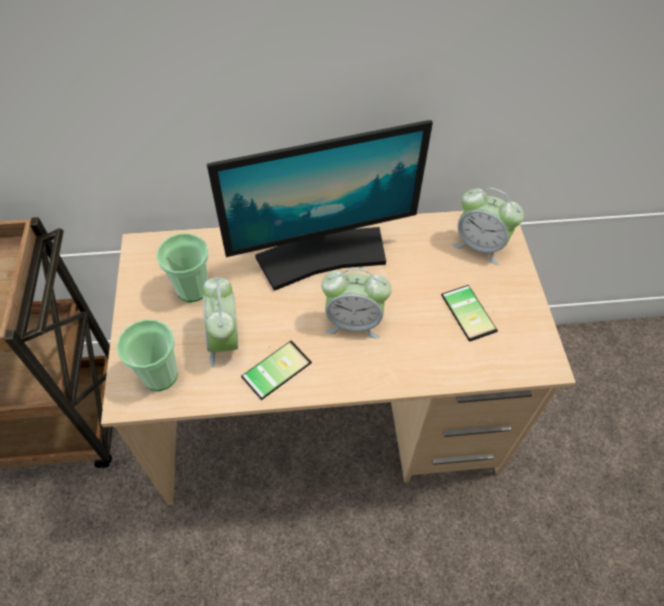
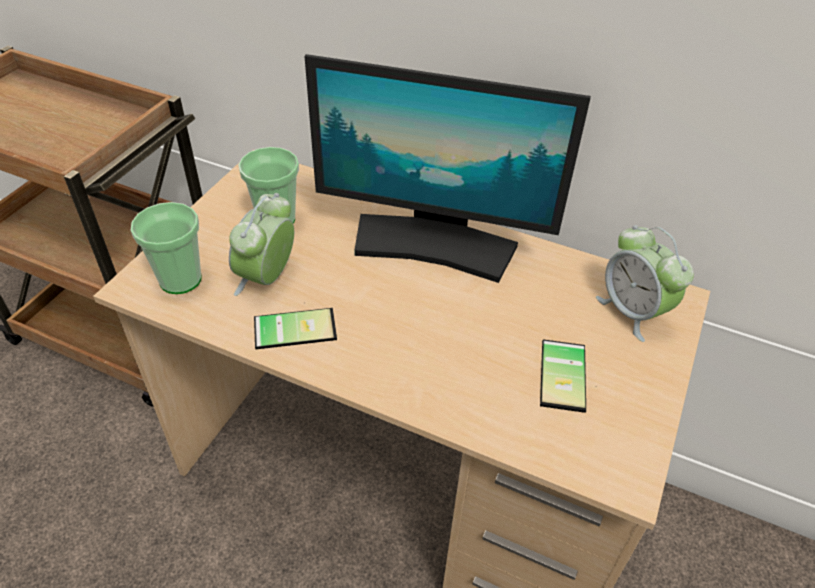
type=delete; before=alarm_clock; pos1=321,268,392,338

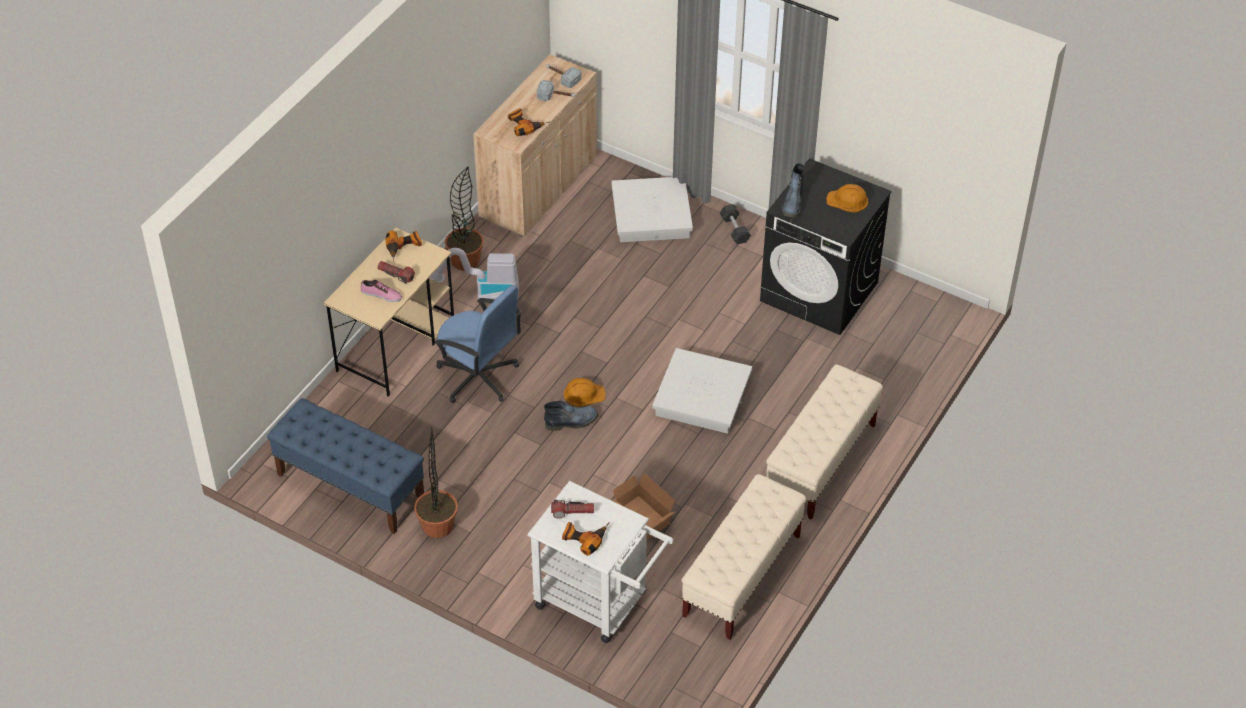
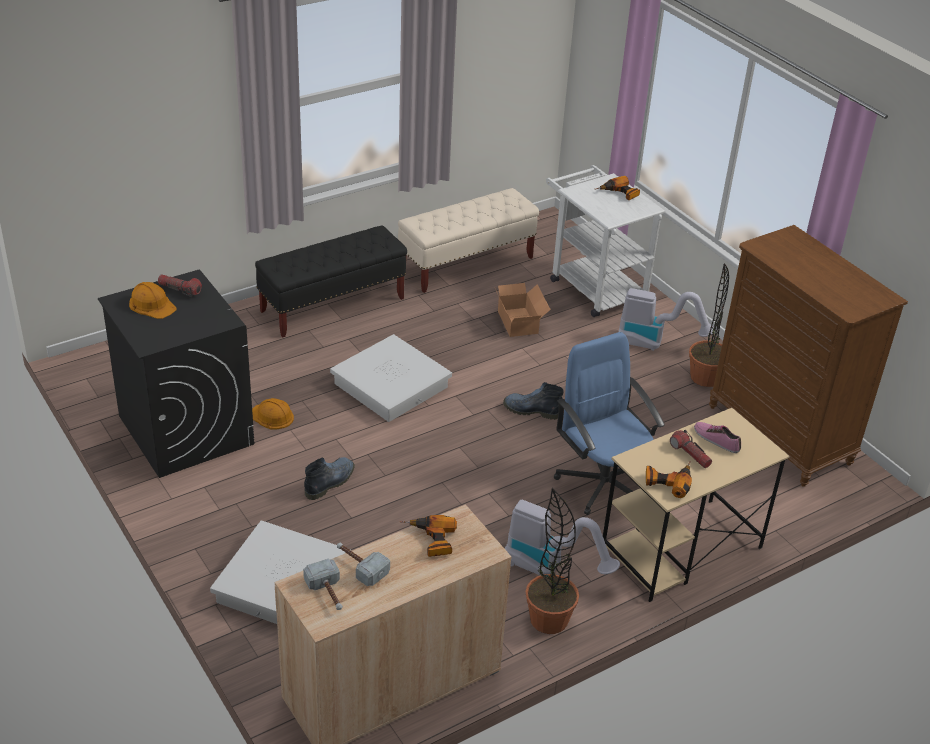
type=delete; before=blackish_hand_weight; pos1=720,204,751,244
type=insert; after=vacuum; pos2=618,288,717,351
type=move; before=hand_torch; pos1=551,499,594,519; pos2=158,274,202,297
type=move; before=orange_work_helmet; pos1=564,378,606,407; pos2=252,398,294,430
type=move; before=boot; pos1=782,163,804,218; pos2=304,457,355,500
type=replace; before=blue_bench; after=brown_drawer_chest; pos1=267,398,424,534; pos2=709,225,908,487
type=recolor; before=sand-coloured_bench; after=blackish_bench; pos1=766,365,883,520; pos2=255,225,407,338

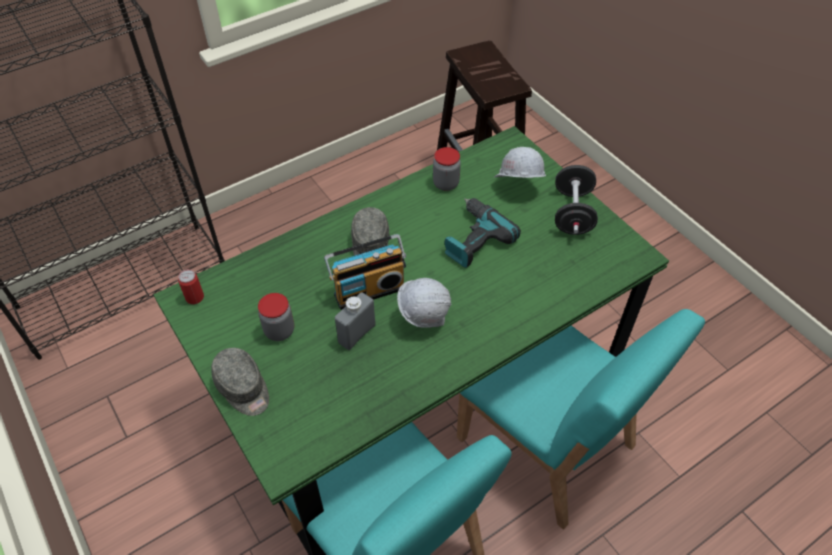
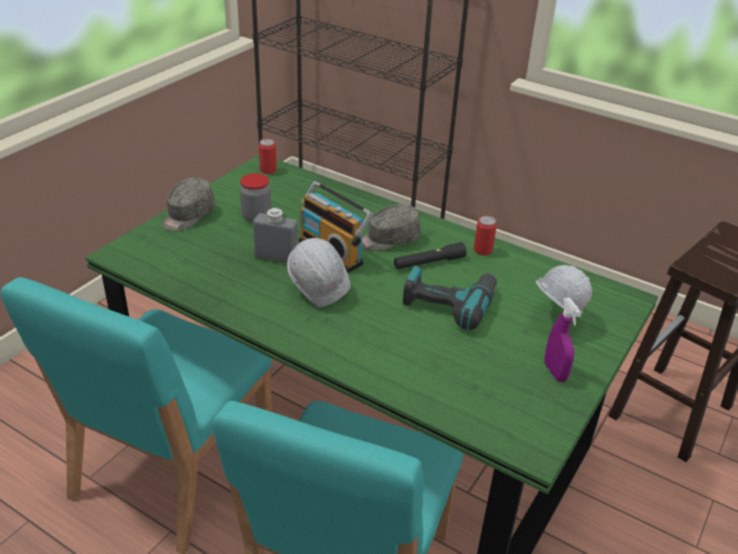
type=delete; before=jar; pos1=433,147,461,191
type=insert; after=blackish_hand_torch; pos2=394,242,467,269
type=insert; after=metal_can; pos2=474,216,497,255
type=replace; before=blackish_hand_weight; after=purplish_sprayer; pos1=555,165,598,235; pos2=544,298,581,382

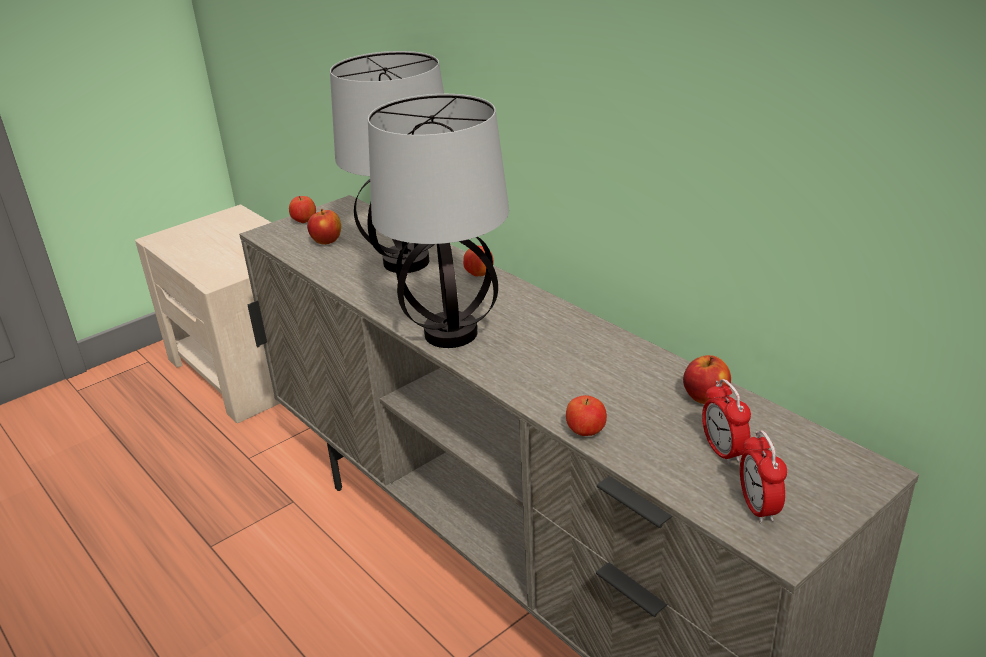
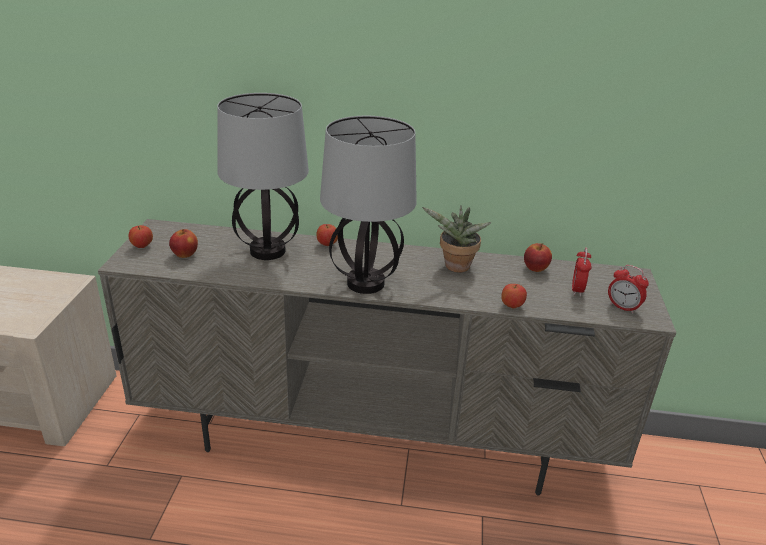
type=insert; after=potted_plant; pos2=422,205,492,272
type=rotate; before=alarm_clock; pos1=702,379,751,465; pos2=572,247,592,296; turn=75

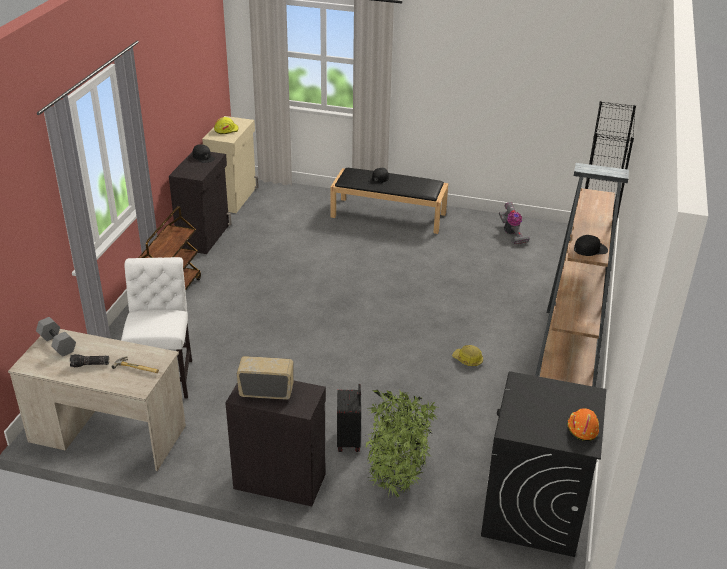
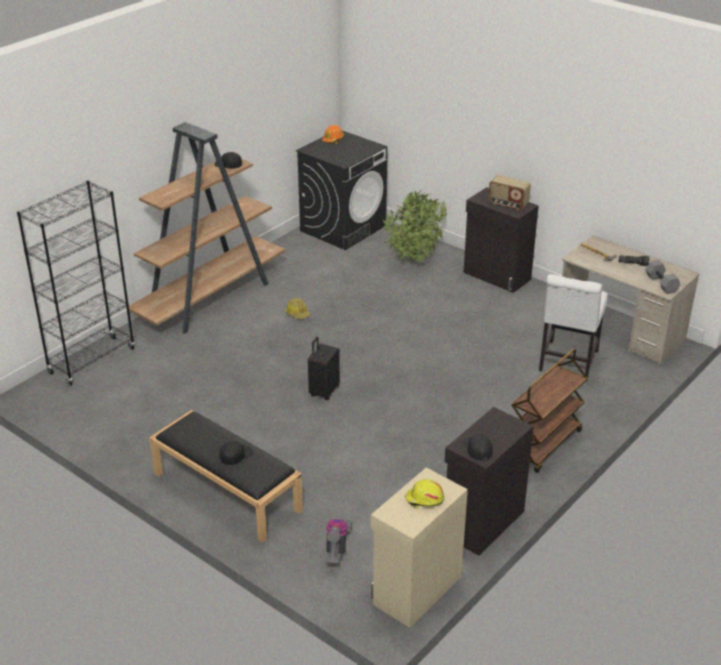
type=move; before=blackish_suitcase; pos1=337,384,361,452; pos2=308,337,340,400
type=move; before=vacuum; pos1=499,202,530,244; pos2=325,519,353,564

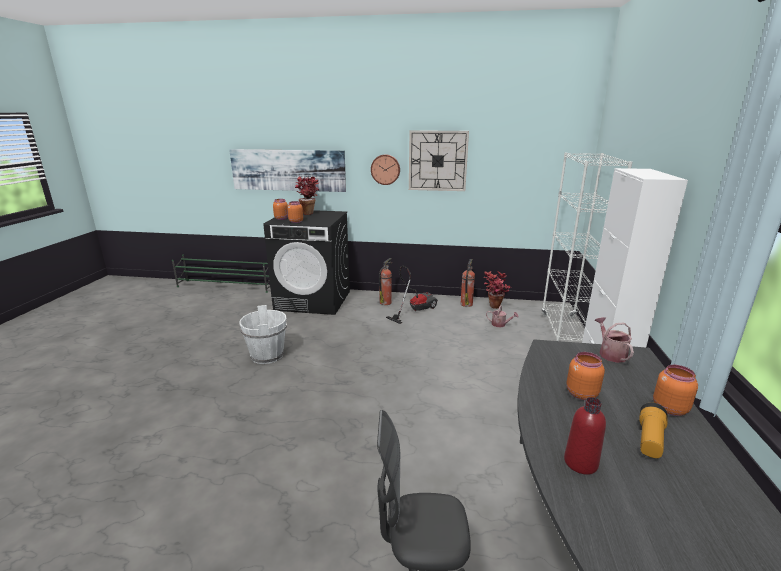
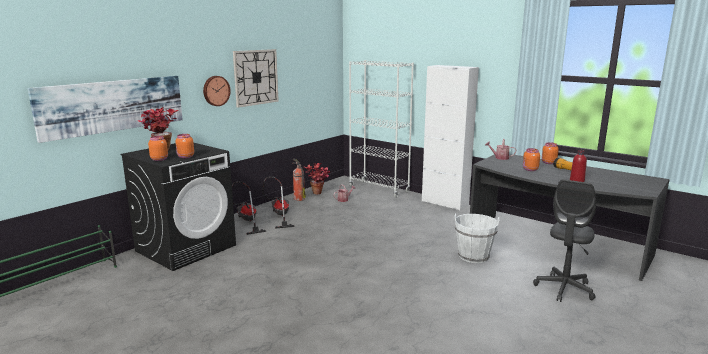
type=move; before=whitish_pail; pos1=240,305,287,364; pos2=455,214,499,263
type=replace; before=fire-fighting_cylinder; after=vacuum; pos1=379,258,393,305; pos2=232,181,267,235

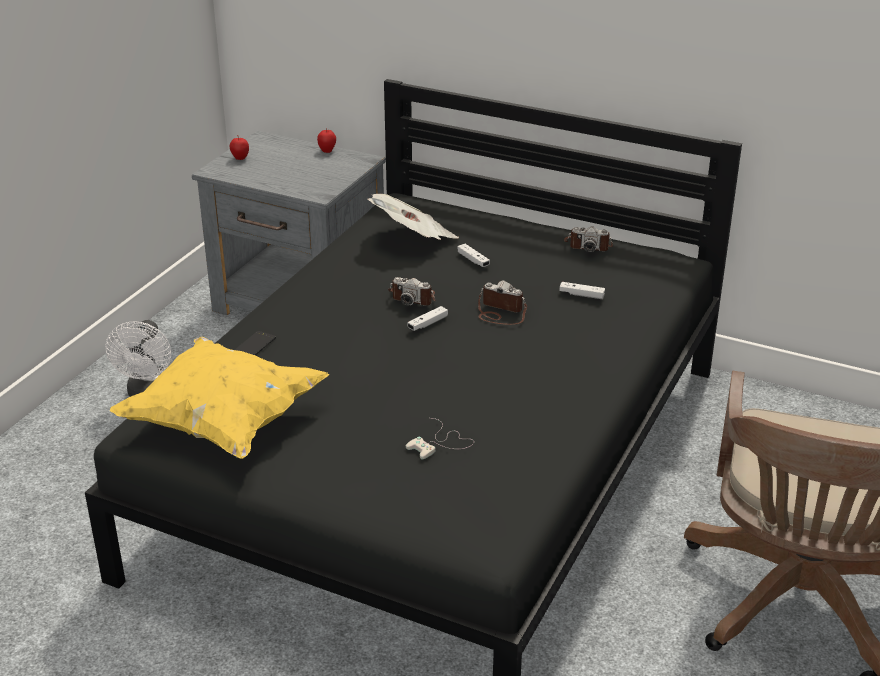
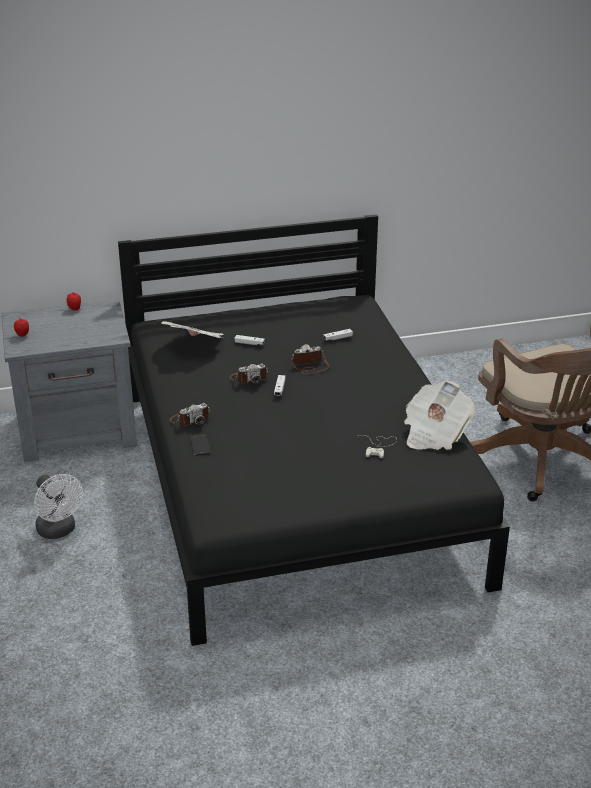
type=delete; before=yellowish_cushion; pos1=110,337,329,459
type=insert; after=printed_paper; pos2=404,381,475,450
type=move; before=still_camera; pos1=564,226,613,252; pos2=170,403,211,426

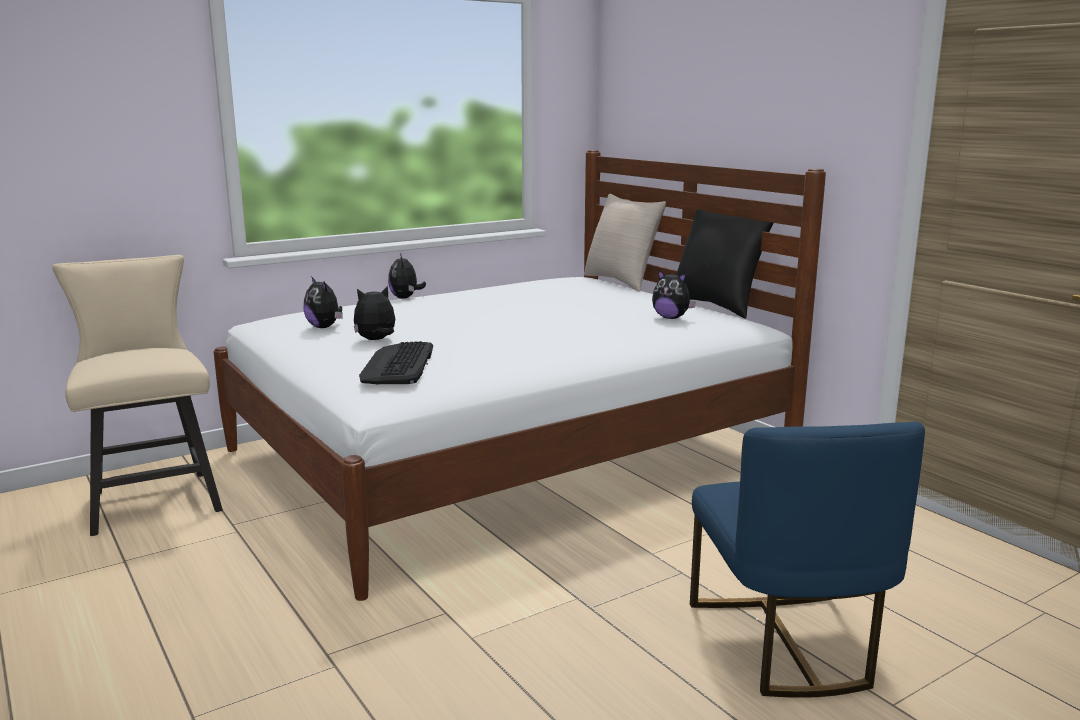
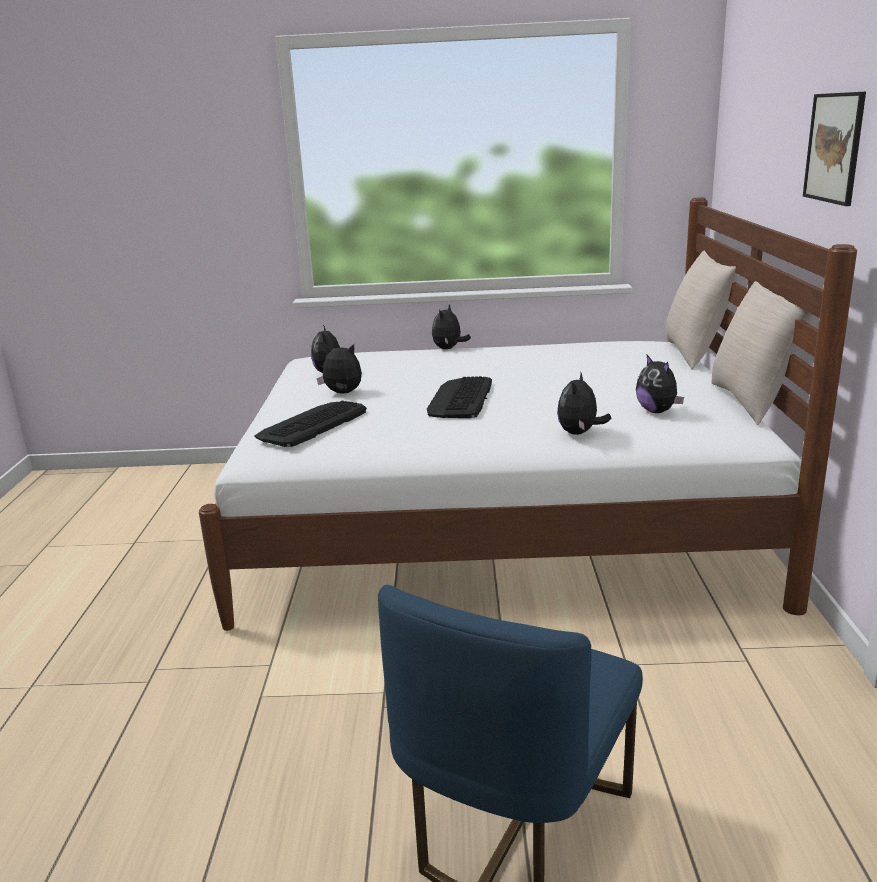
type=delete; before=sand-coloured_upright_chair; pos1=52,255,223,536
type=insert; after=PC_keyboard; pos2=427,376,492,418
type=insert; after=cuddly_toy; pos2=557,372,611,435
type=insert; after=picture; pos2=803,92,866,206
type=recolor; before=blackish_cushion; after=sand-coloured_cushion; pos1=676,210,774,319; pos2=711,281,813,425

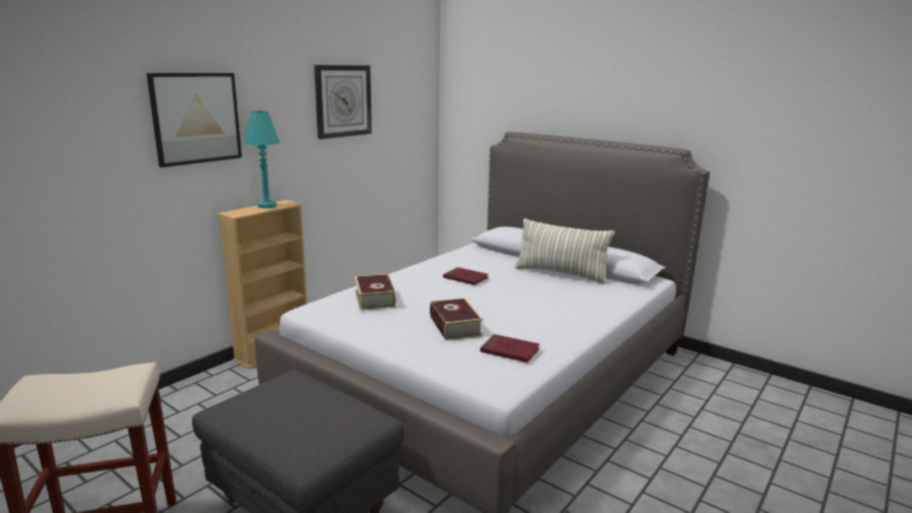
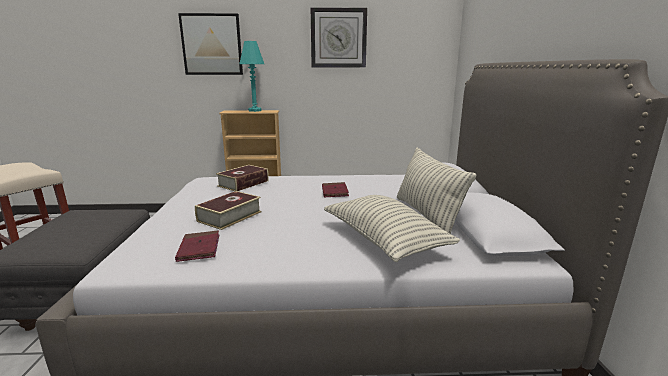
type=insert; after=cushion; pos2=324,195,460,262

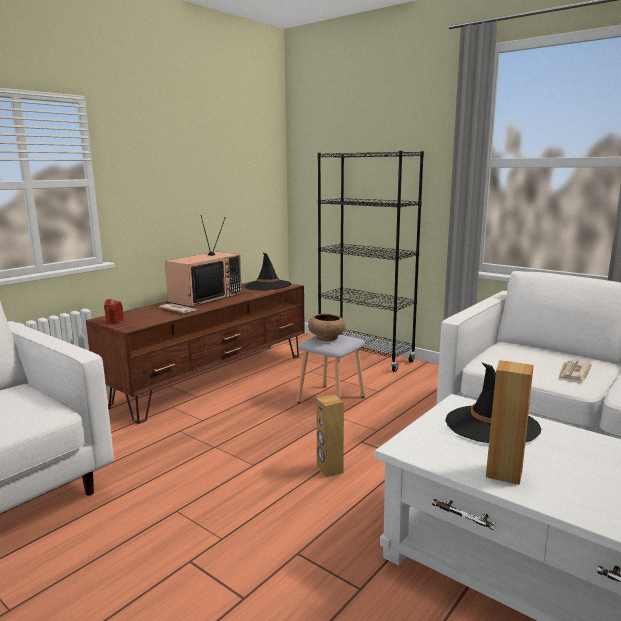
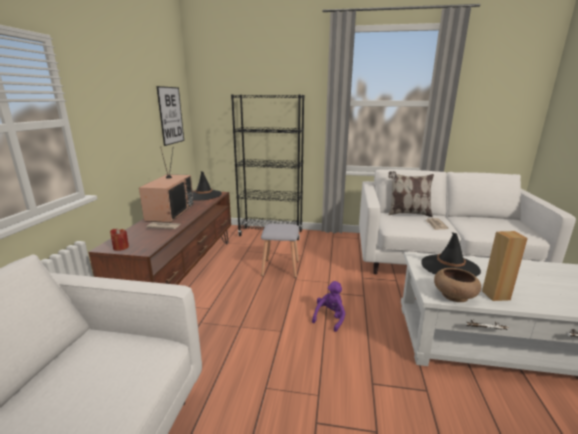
type=insert; after=picture; pos2=157,86,184,146
type=insert; after=cushion; pos2=388,171,434,217
type=move; before=brown_bowl; pos1=308,314,345,341; pos2=434,268,481,302
type=replace; before=brown_speaker; after=purplish_cuddly_toy; pos1=317,394,344,477; pos2=312,281,345,332

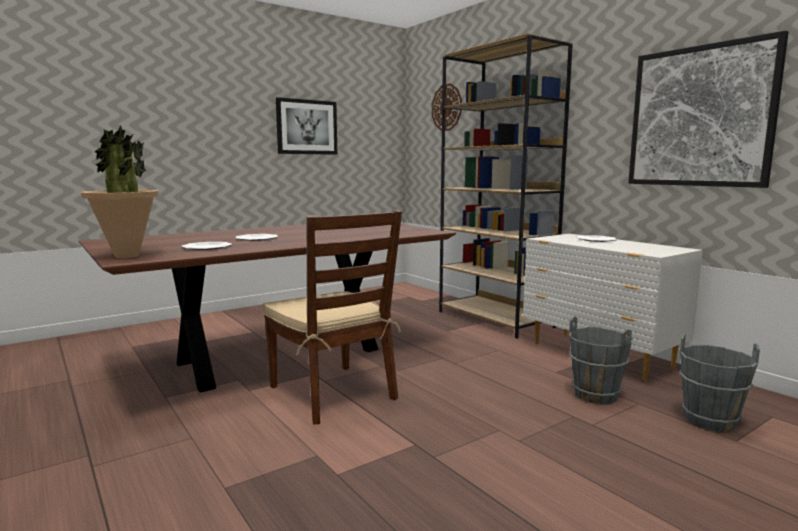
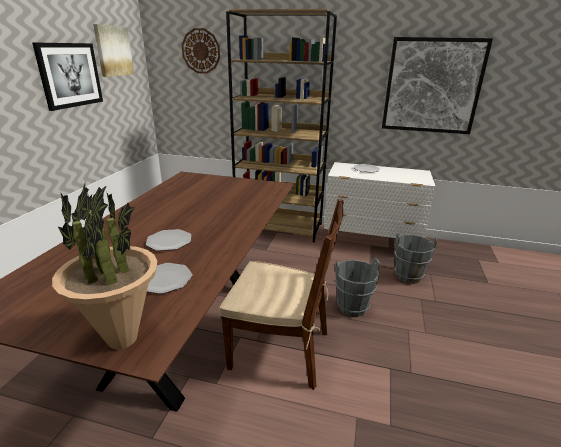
type=insert; after=picture; pos2=93,24,134,77
type=move; before=grey_pail; pos1=679,334,760,432; pos2=335,258,380,317

